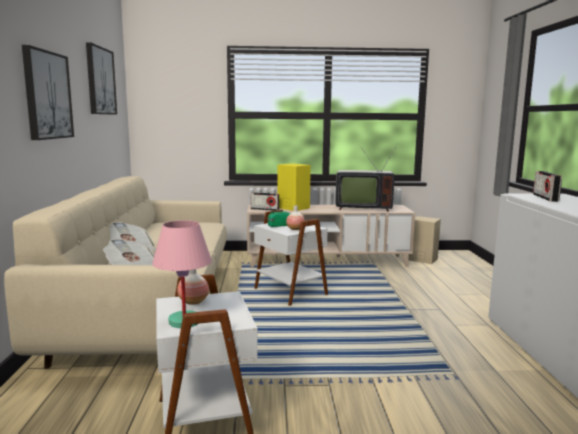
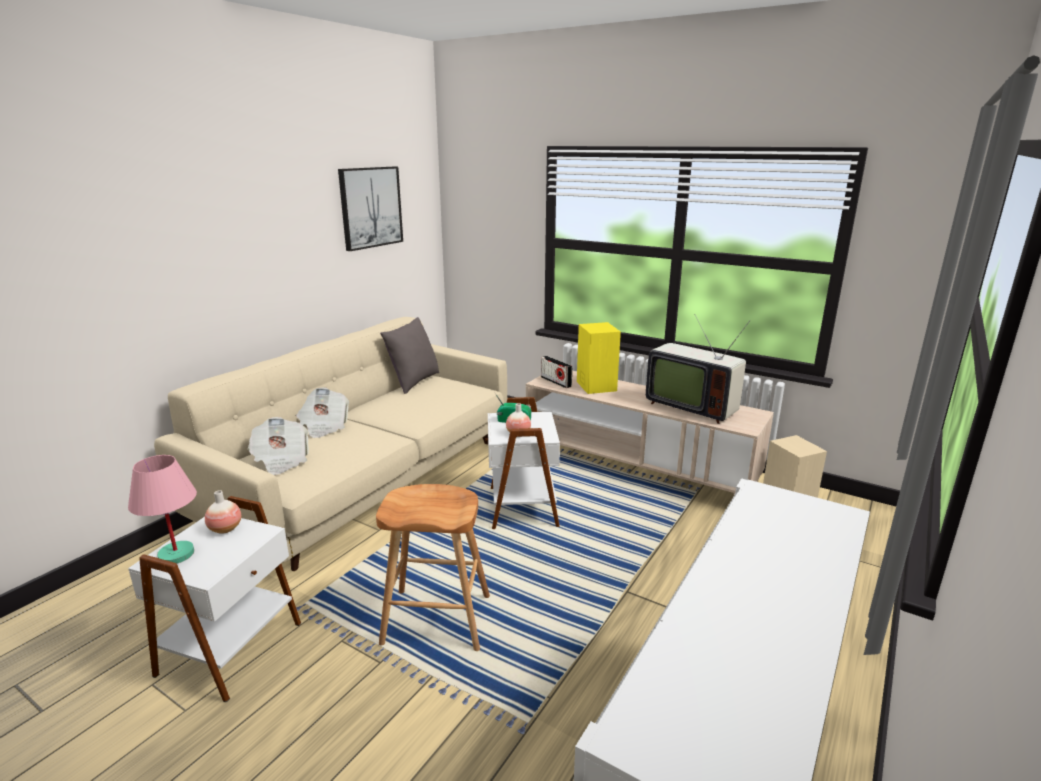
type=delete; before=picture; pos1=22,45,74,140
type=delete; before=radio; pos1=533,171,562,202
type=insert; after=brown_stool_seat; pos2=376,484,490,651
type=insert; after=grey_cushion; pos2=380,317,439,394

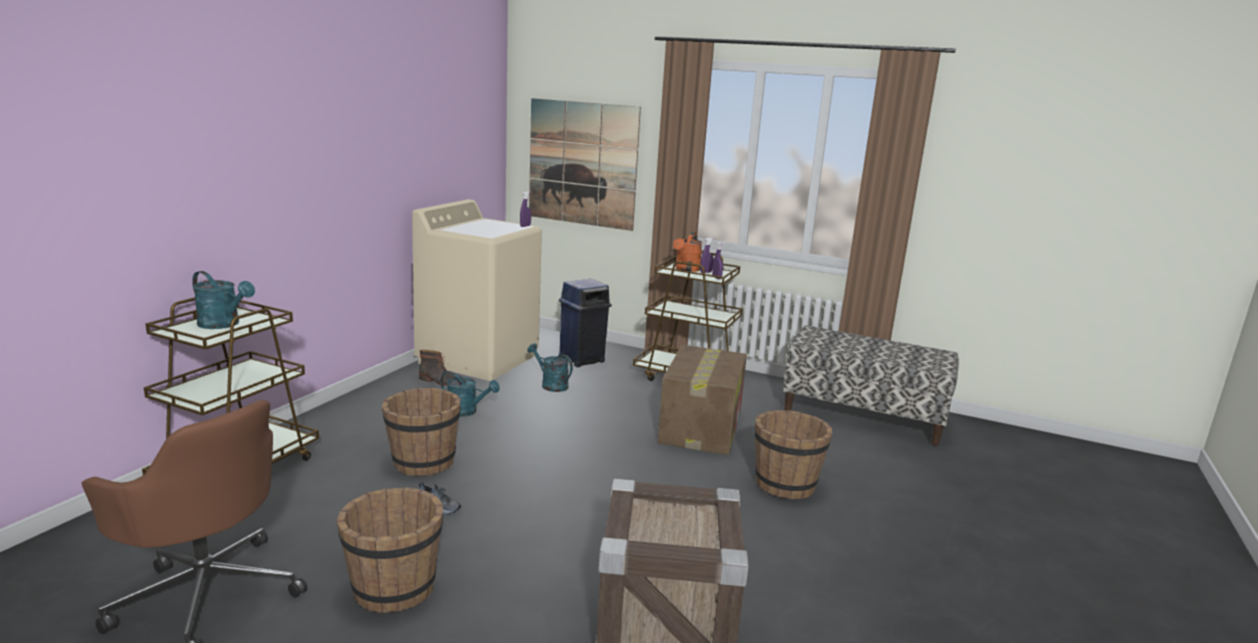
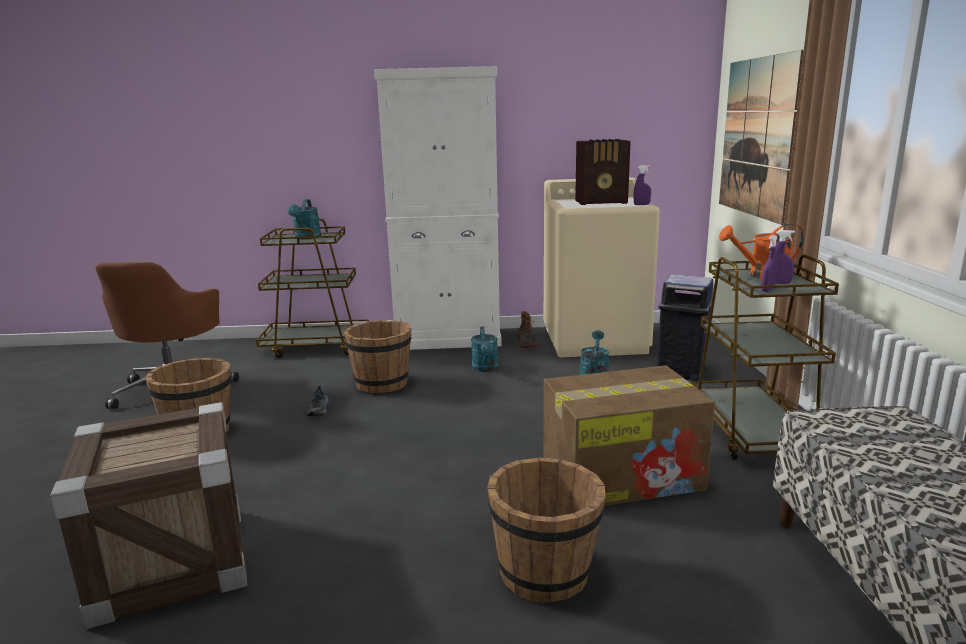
type=insert; after=whitish_storage_cabinet; pos2=374,66,502,350
type=insert; after=radio; pos2=575,139,631,205

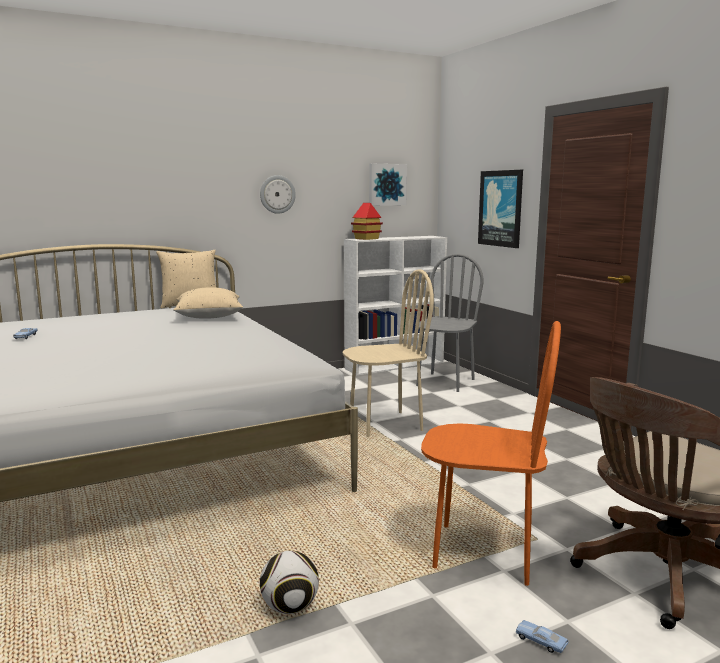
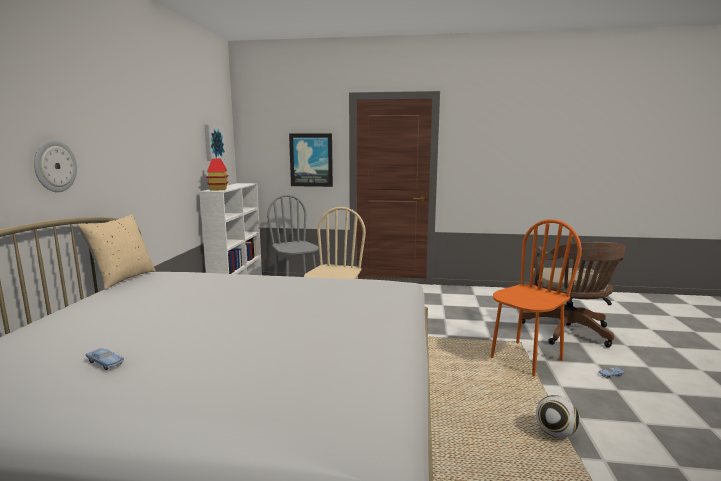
type=delete; before=sand-coloured_cushion; pos1=173,287,243,319
type=move; before=wall_clock; pos1=260,175,296,214; pos2=34,140,77,192

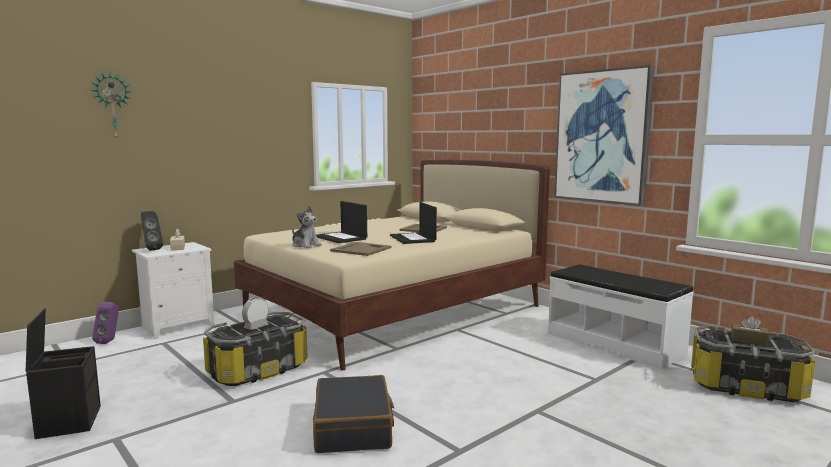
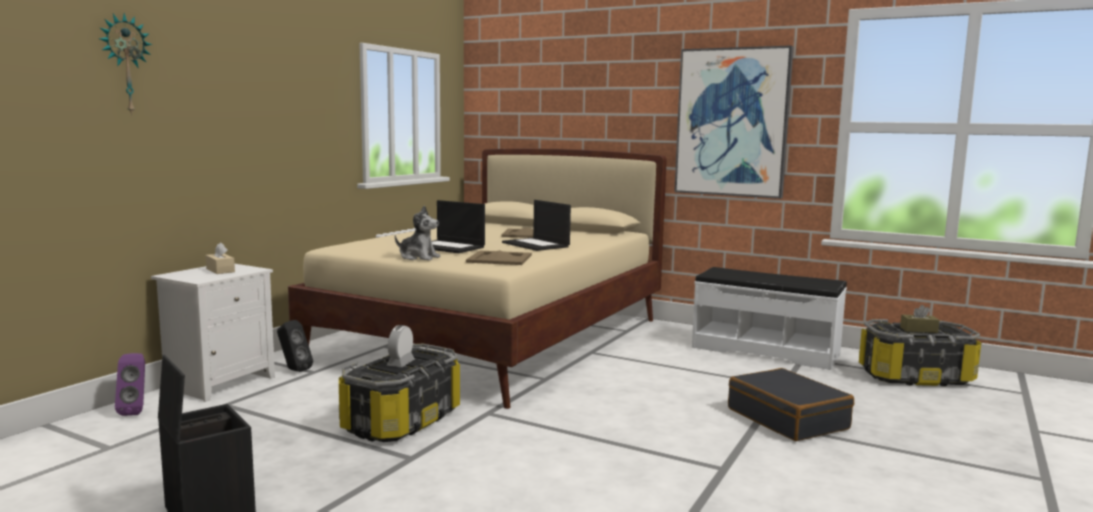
type=move; before=blackish_speaker; pos1=141,211,163,250; pos2=277,320,313,372
type=move; before=blackish_suitcase; pos1=313,375,394,453; pos2=728,368,854,441

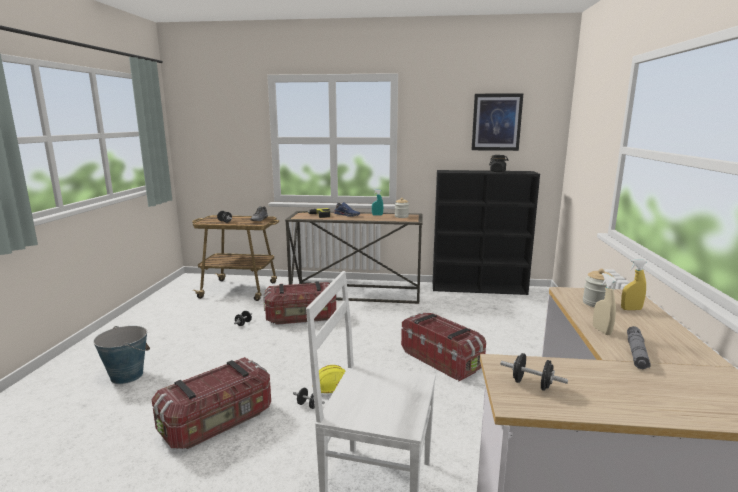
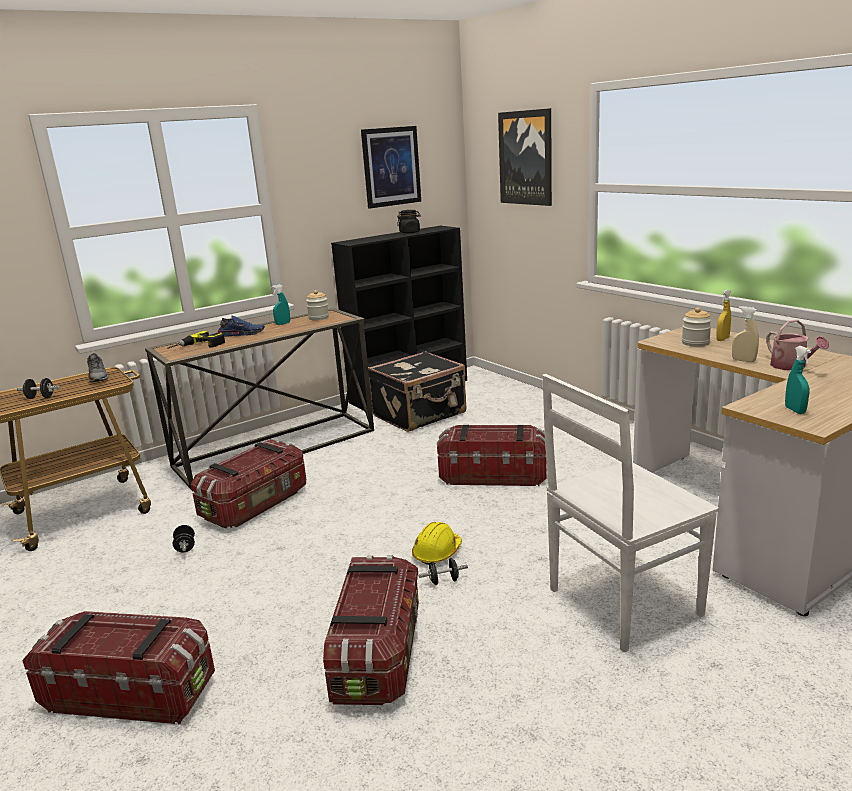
type=insert; after=blackish_suitcase; pos2=368,351,467,432
type=insert; after=picture; pos2=498,108,552,206
type=replace; before=pail; after=storage_container; pos1=93,326,150,384; pos2=22,611,215,724
type=replace; before=blackish_hand_weight; after=turquoise_sprayer; pos1=500,353,568,391; pos2=785,346,811,414
type=replace; before=grey_hand_torch; after=watering_can; pos1=627,326,651,369; pos2=766,319,829,370

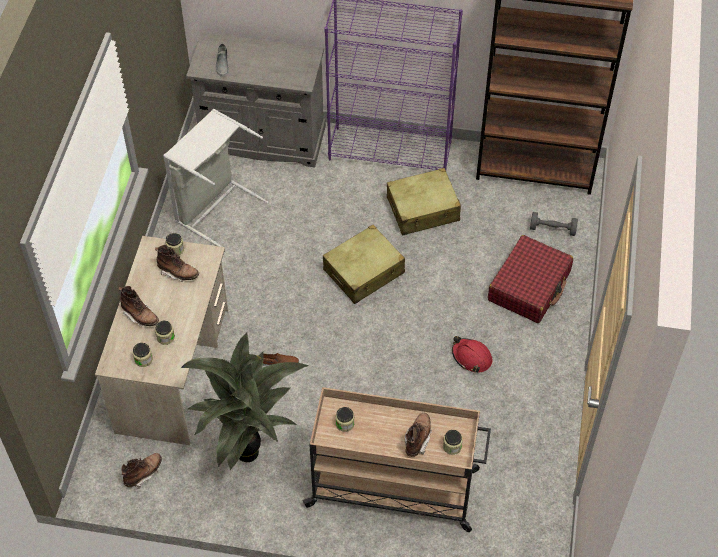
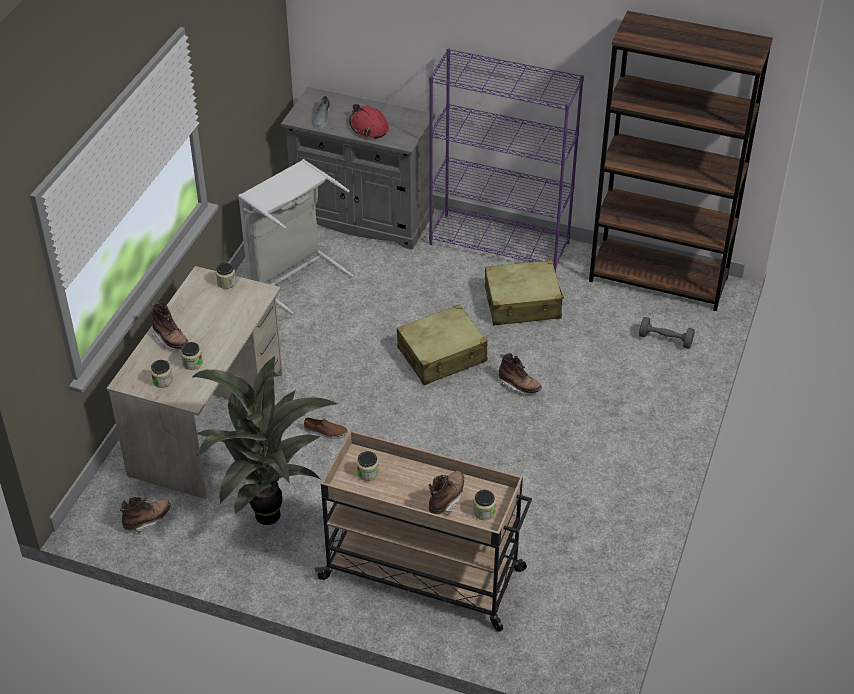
type=delete; before=reddish_suitcase; pos1=488,235,573,323
type=move; before=brown_boot; pos1=155,245,199,282; pos2=499,353,542,394
type=move; before=reddish_work_helmet; pos1=452,336,492,373; pos2=349,104,389,139

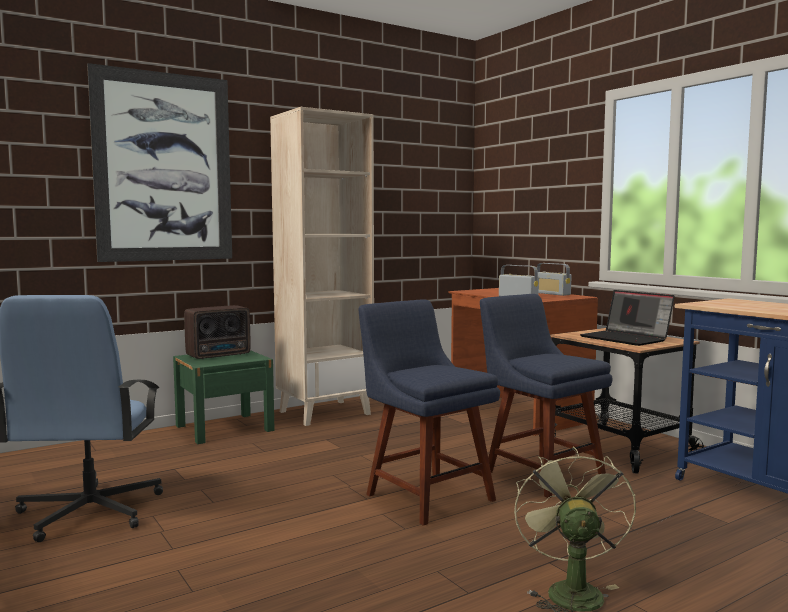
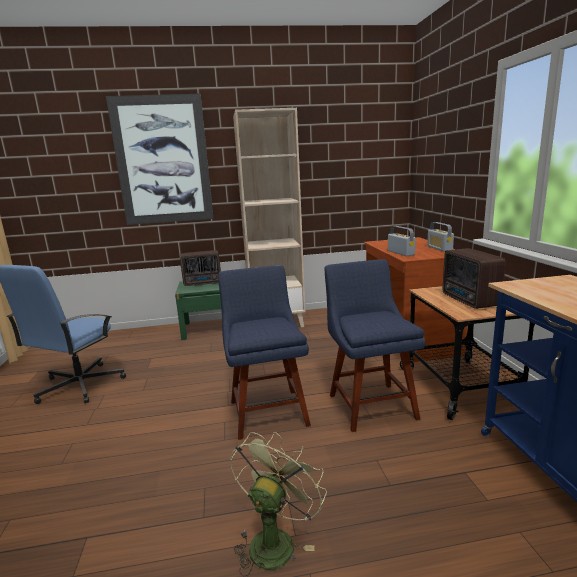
type=replace; before=portable_computer; after=radio; pos1=580,290,675,346; pos2=443,248,506,309

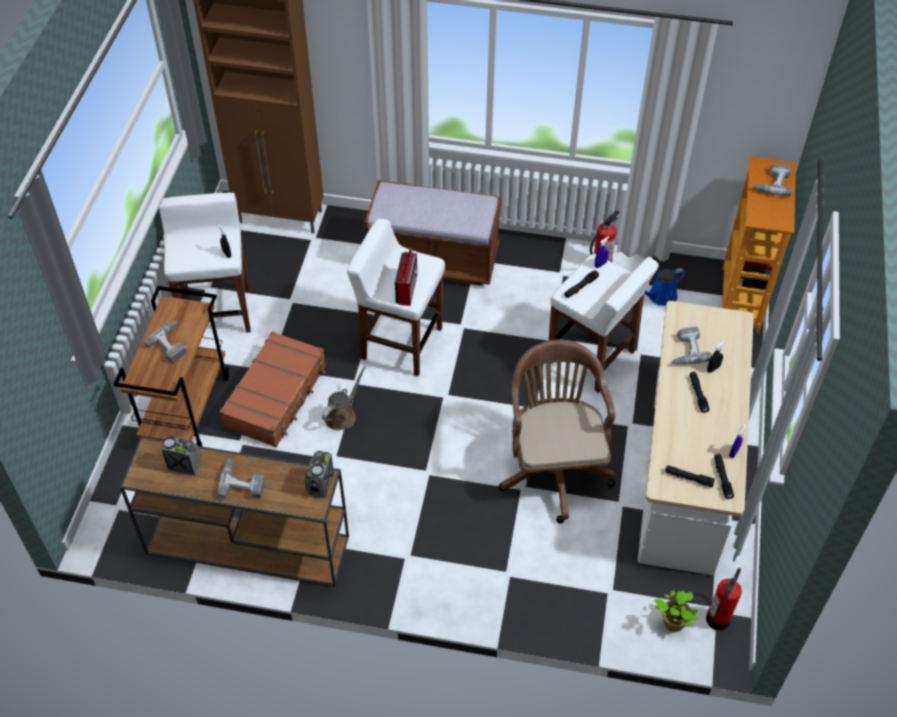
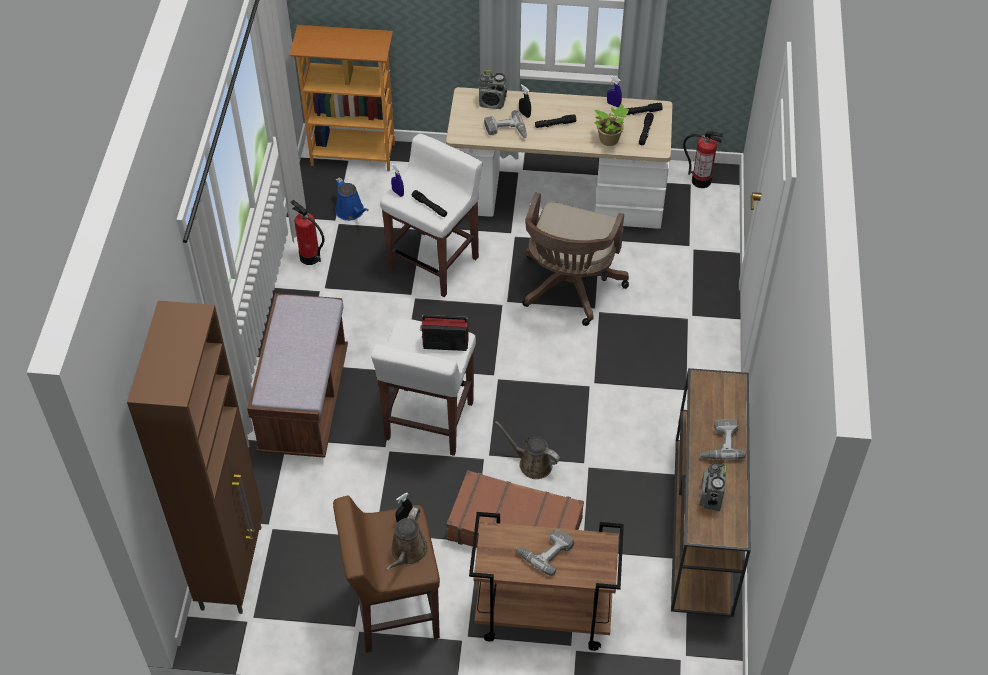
type=delete; before=electric_drill; pos1=752,163,792,196
type=insert; after=brown_watering_can; pos2=386,507,428,571
type=move; before=radio; pos1=304,451,334,498; pos2=478,70,507,109
type=move; before=potted_plant; pos1=654,590,699,632; pos2=594,104,629,146
type=recolor; before=whitish_stool_seat; after=brown_stool_seat; pos1=159,193,251,333; pos2=333,496,440,653
type=rotate; before=brown_computer_chair; pos1=499,340,616,524; pos2=522,192,629,326; turn=-60

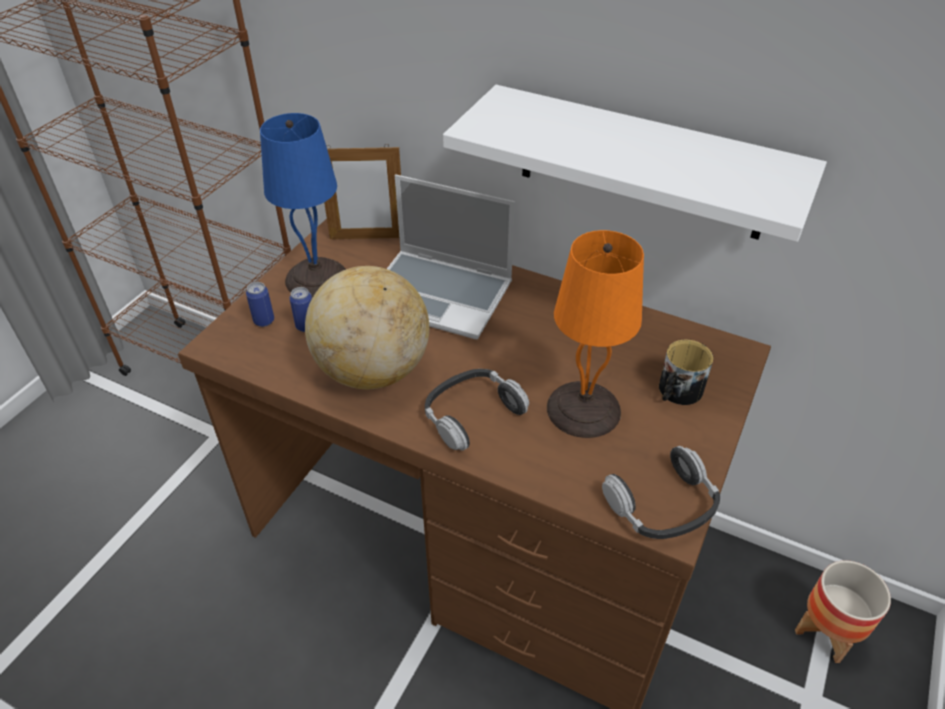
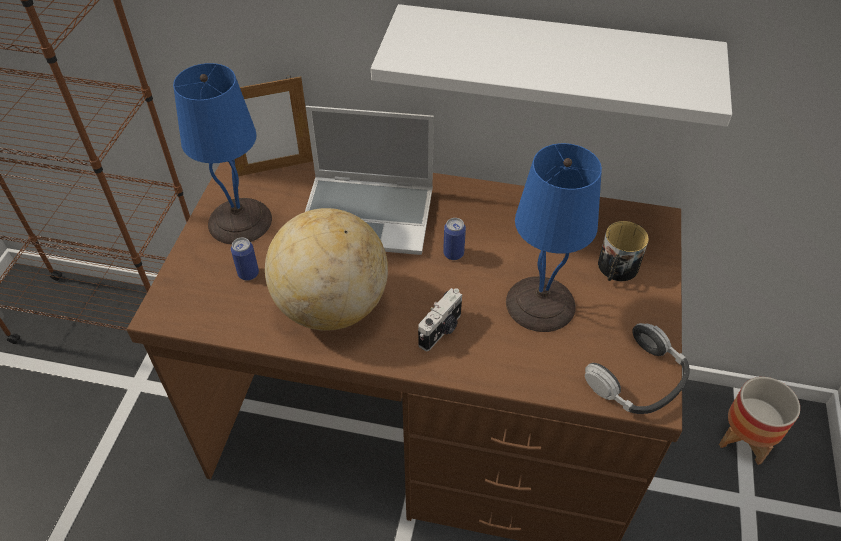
type=move; before=metal_can; pos1=246,282,274,327; pos2=443,218,466,260
type=replace; before=headset; after=still_camera; pos1=425,369,529,451; pos2=418,288,462,351
type=recolor; before=orange_tabletop_lamp; after=blue_tabletop_lamp; pos1=547,230,644,438; pos2=506,143,602,332

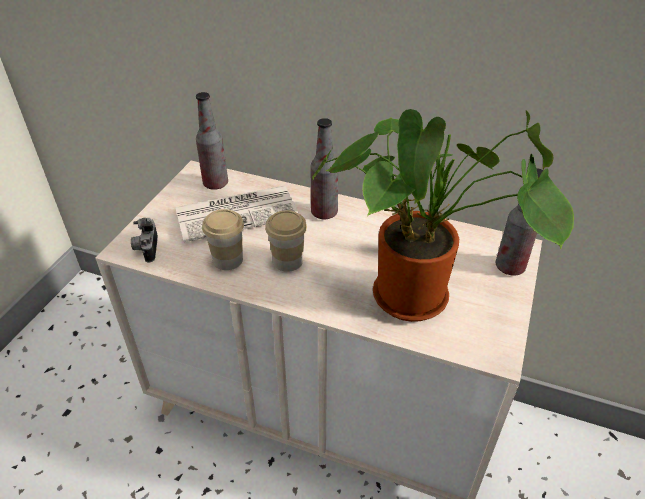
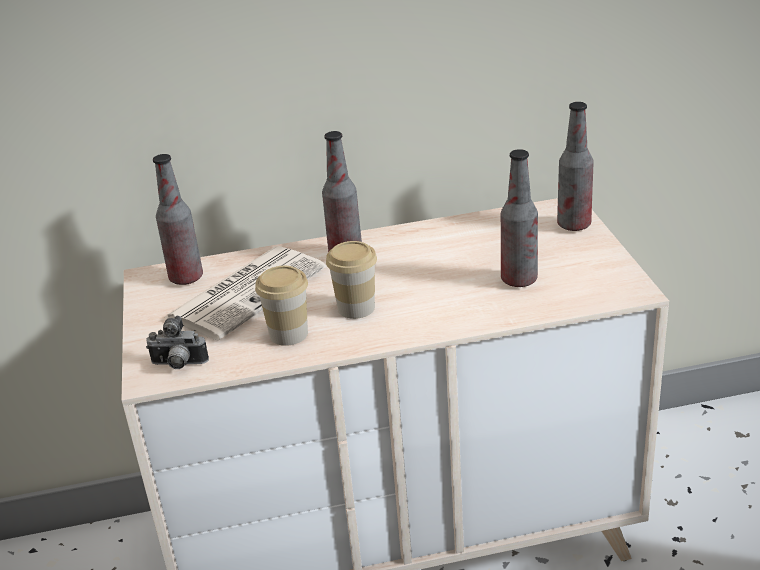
type=replace; before=potted_plant; after=drink_bottle; pos1=312,109,574,322; pos2=501,149,538,287
type=rotate; before=still_camera; pos1=131,218,158,262; pos2=146,316,209,369; turn=-45

